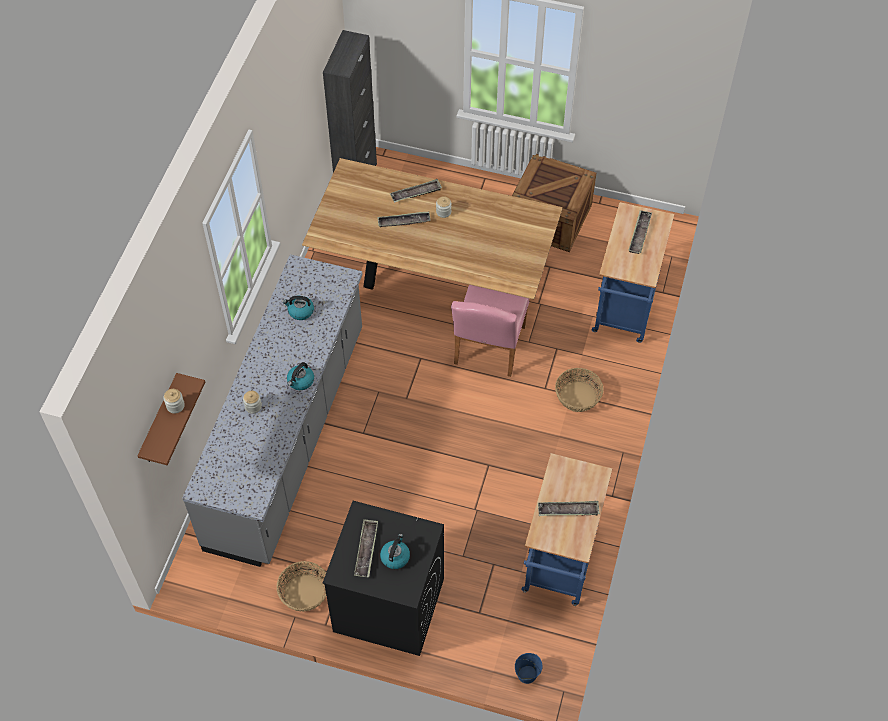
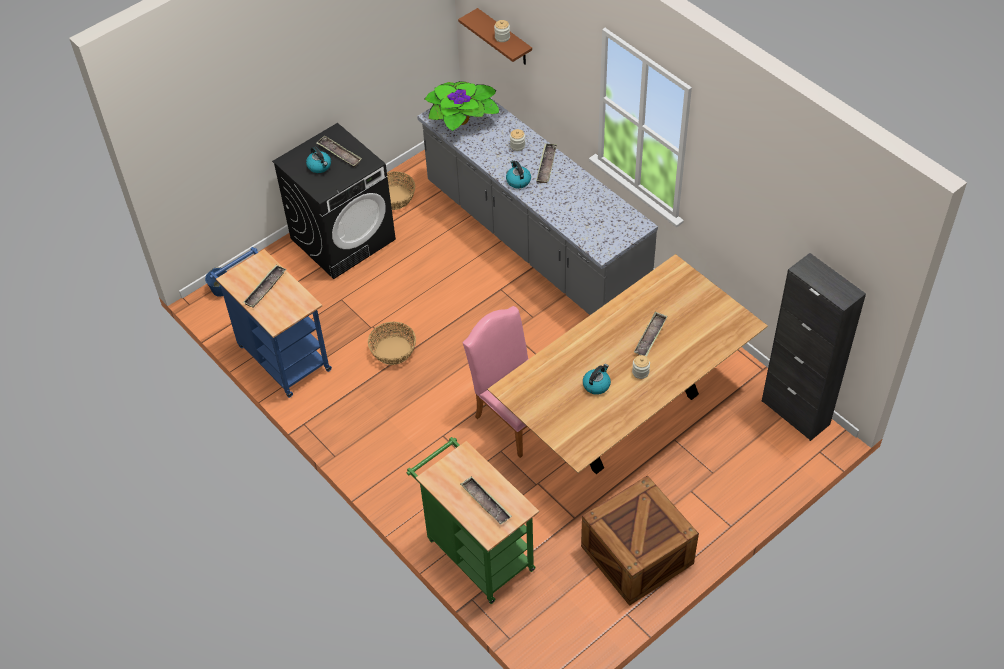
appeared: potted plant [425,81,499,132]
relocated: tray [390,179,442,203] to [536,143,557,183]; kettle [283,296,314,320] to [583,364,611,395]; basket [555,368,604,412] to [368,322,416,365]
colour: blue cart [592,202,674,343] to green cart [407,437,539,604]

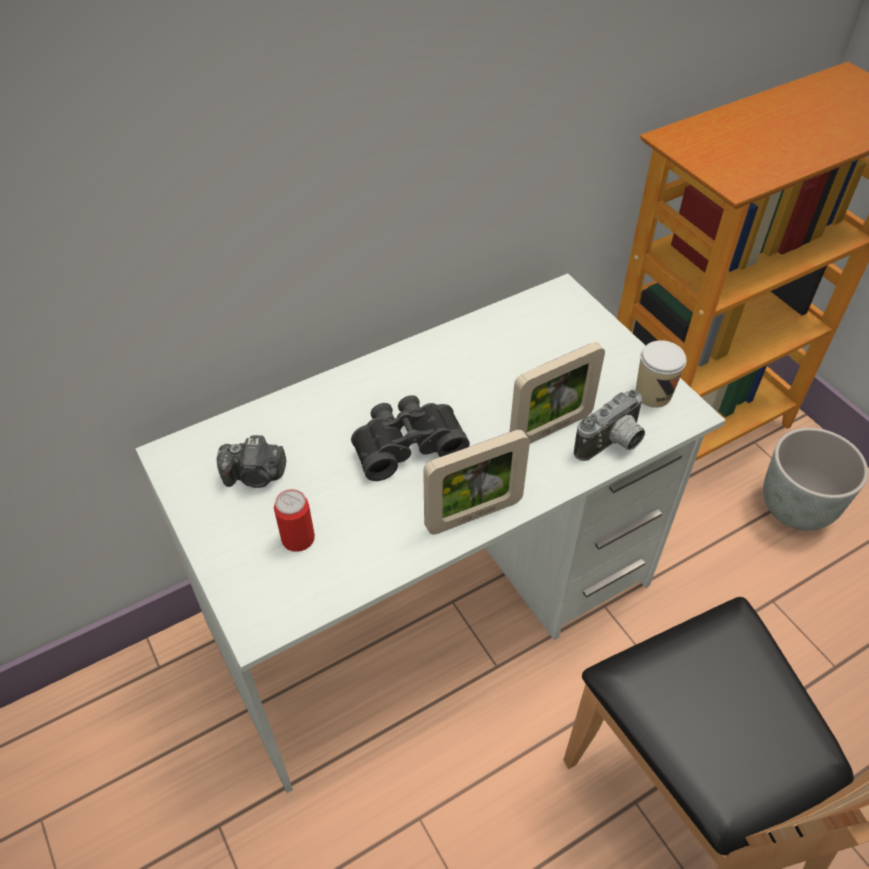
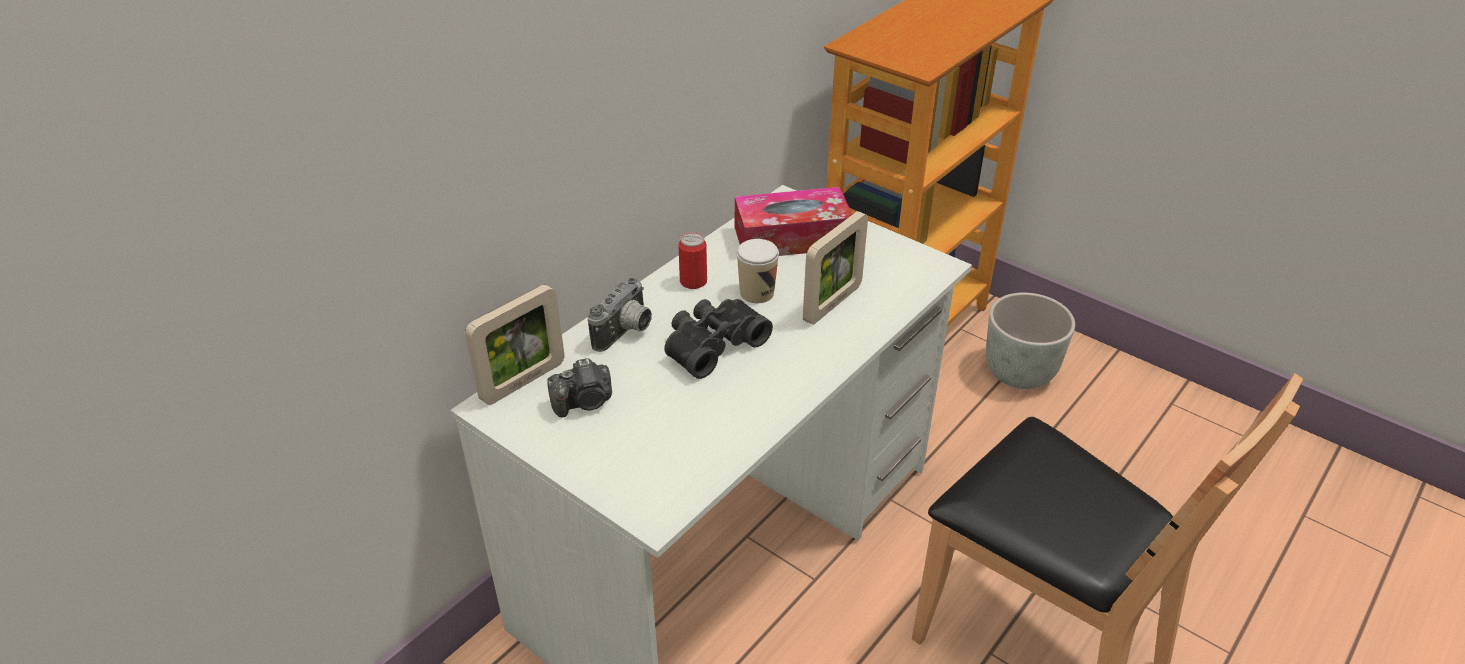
appeared: tissue box [735,187,852,256]
relocated: cup [636,340,687,408] to [737,239,779,303]; photo camera [574,390,645,461] to [588,278,652,352]; picture frame [423,429,530,535] to [465,285,564,405]; can [274,489,315,552] to [678,232,707,289]

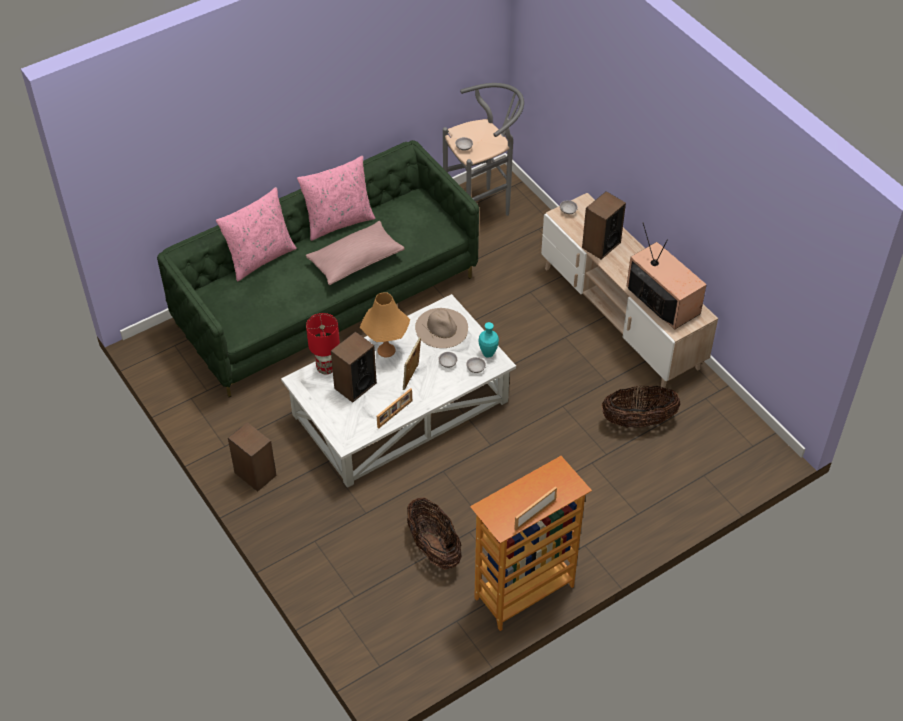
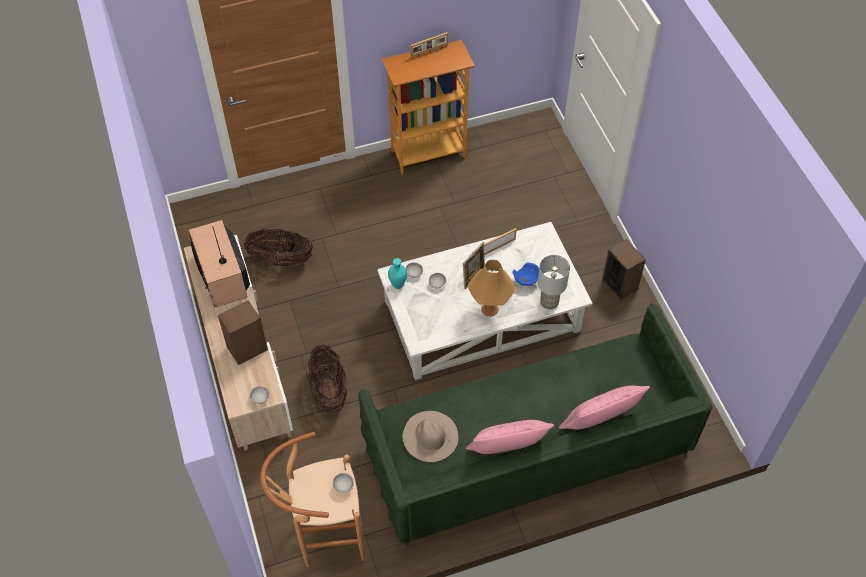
missing: pink pillow [306,221,405,285]
relocated: beige hat [415,308,468,348] to [403,411,458,462]; basket [407,498,462,570] to [308,345,347,413]
exchanged: speaker [331,331,377,403] to blue bowl [512,263,539,286]
colour: grey stool [443,83,524,216] to brown stool [260,432,365,567]; red table lamp [306,313,340,375] to grey table lamp [537,255,570,309]

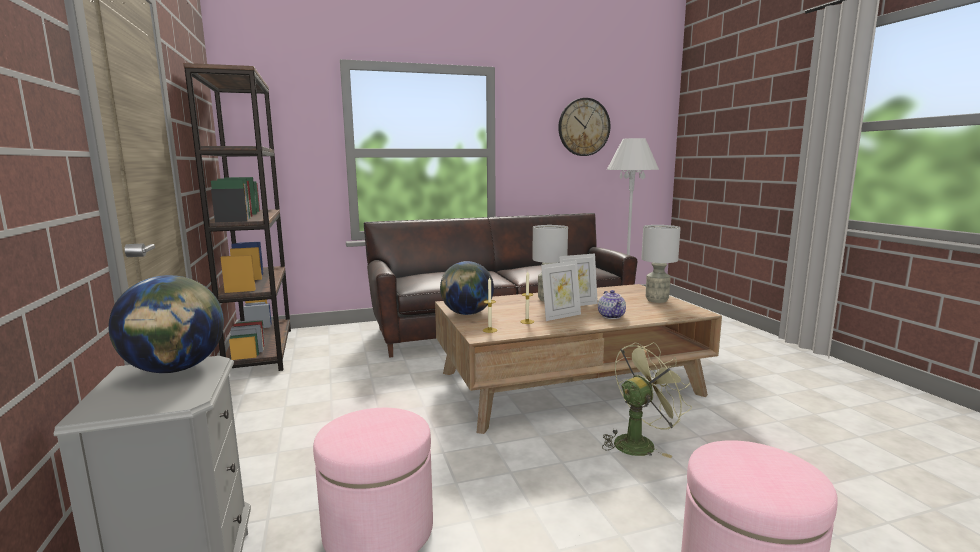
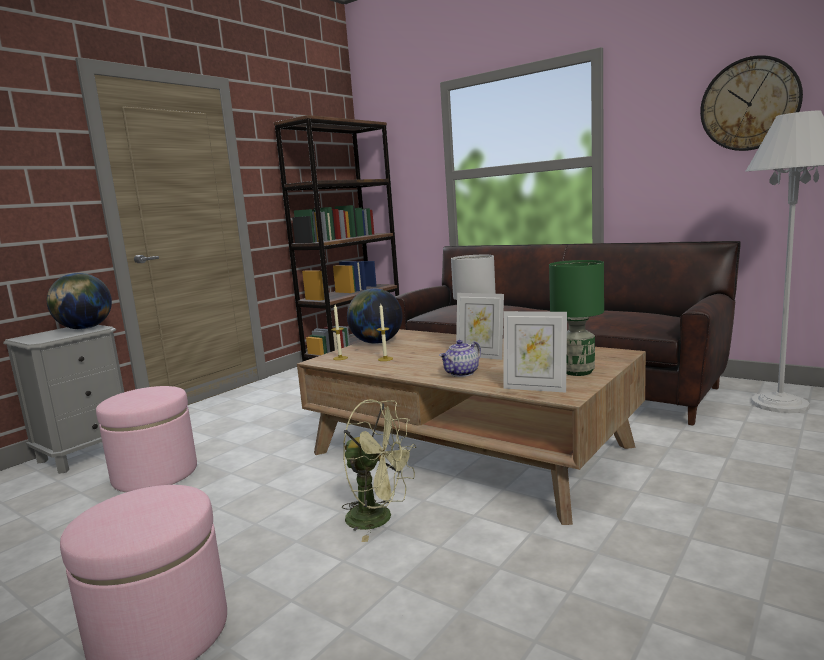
relocated: picture frame [541,260,581,321] to [503,311,567,393]
colour: grey table lamp [641,225,681,303] to green table lamp [549,260,604,376]

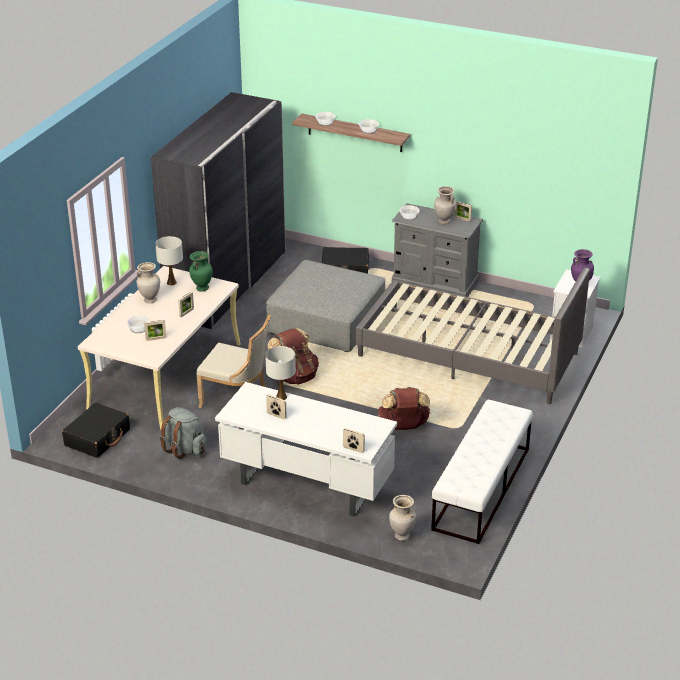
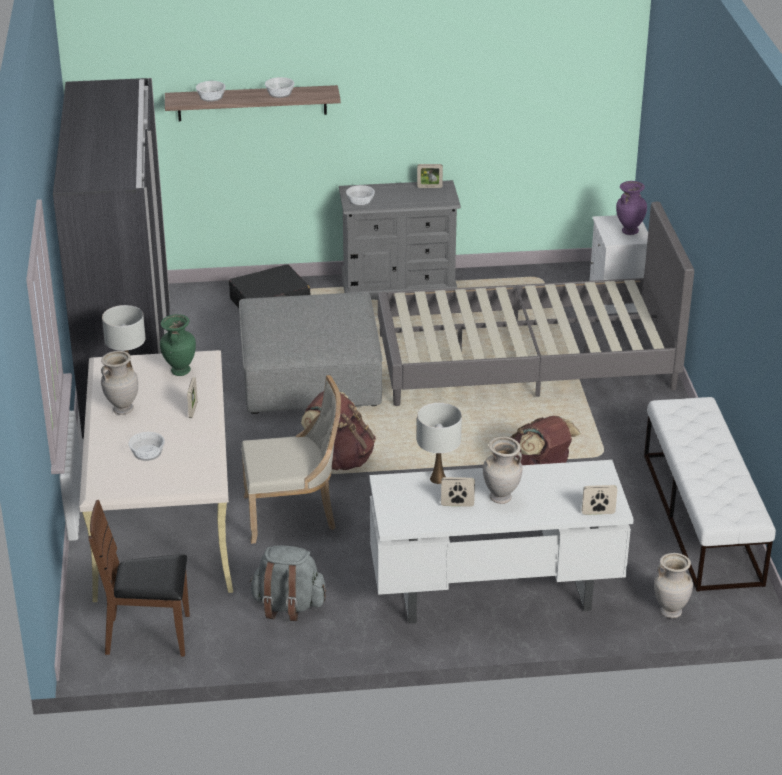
missing: picture frame [144,320,166,341]
relocated: beige vase [434,186,456,224] to [483,437,523,504]
exchanged: black suitcase [62,403,130,458] to brown chair [89,500,190,657]

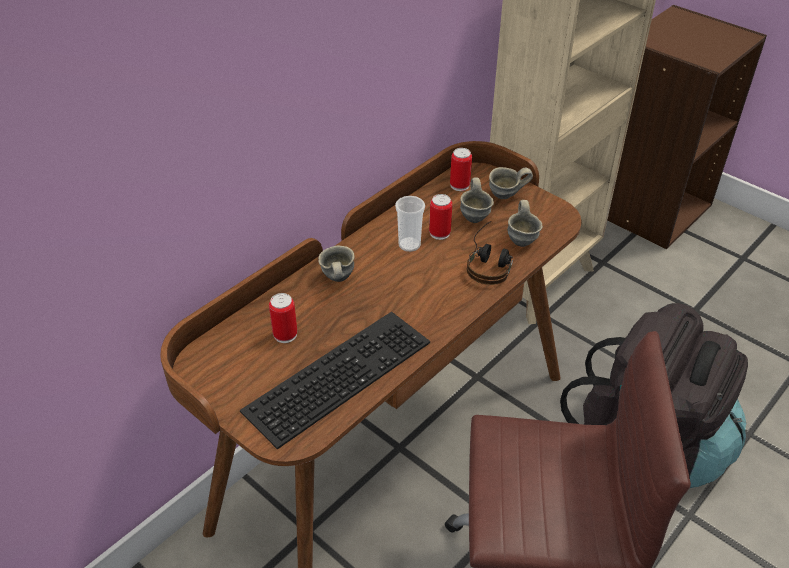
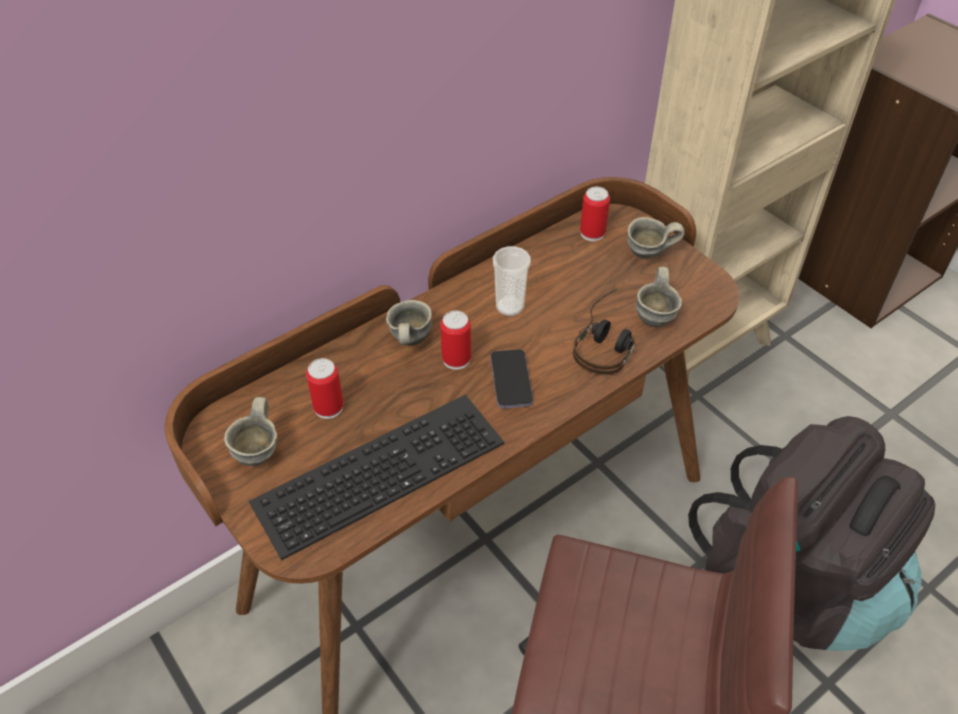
appeared: phone [490,349,533,408]
relocated: grey mug [460,178,494,223] to [224,397,277,466]; can [429,194,452,240] to [440,311,471,370]

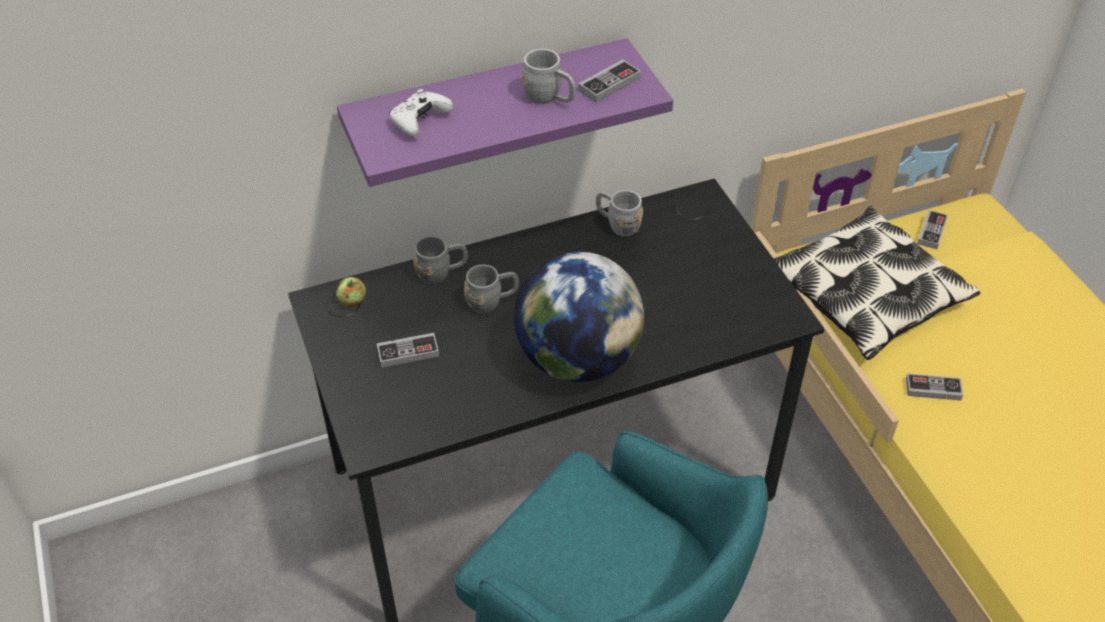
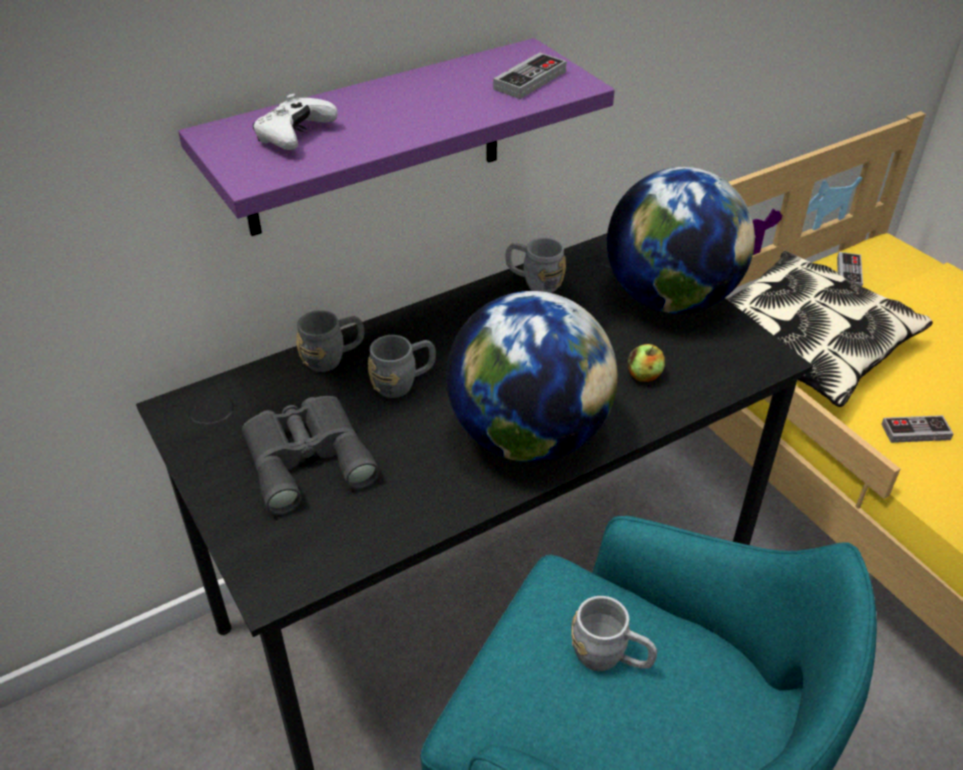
appeared: globe [607,167,755,314]
relocated: grey mug [522,49,576,104] to [571,596,657,671]; apple [336,277,366,307] to [628,344,665,382]
exchanged: game controller [377,333,439,368] to grey binoculars [242,396,380,515]

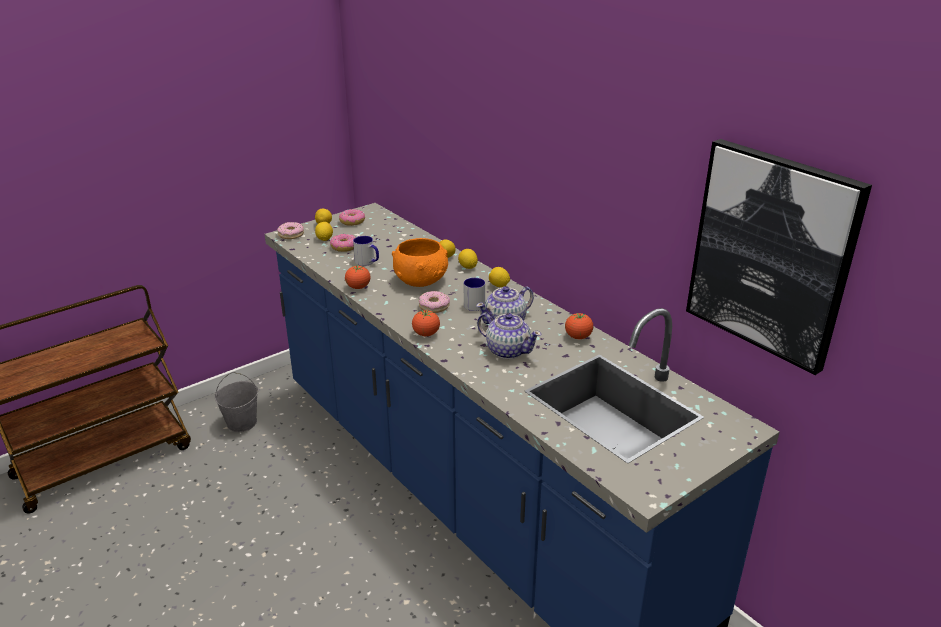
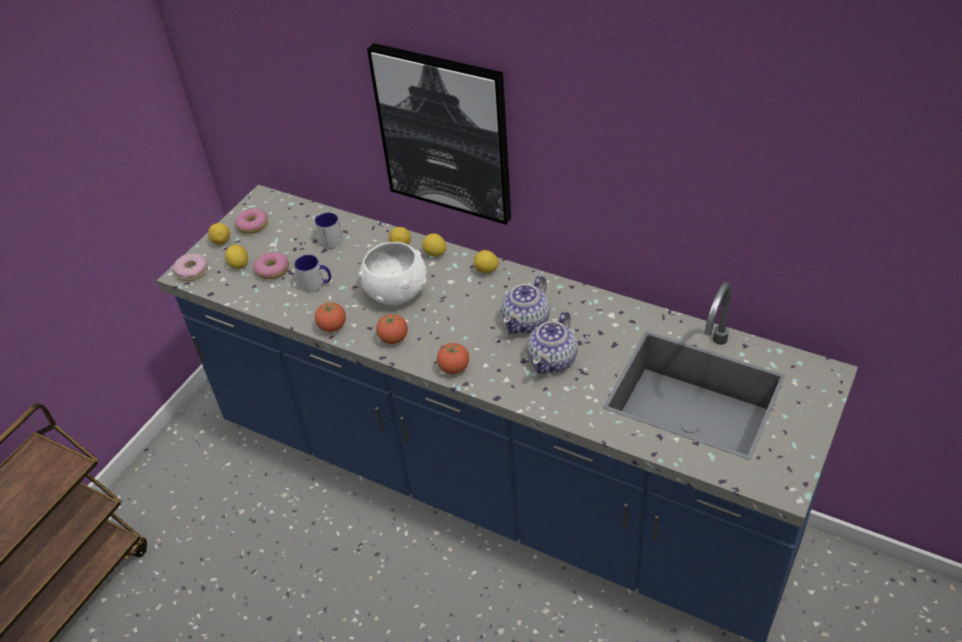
missing: donut [419,291,450,313]; grey bucket [215,372,258,432]
relocated: picture [686,139,872,375] to [367,43,511,225]; mug [464,278,485,311] to [315,212,343,249]; tomato [565,313,593,339] to [376,314,408,344]
colour: orange bowl [392,238,448,287] to white bowl [358,242,427,305]
spun: teapot [477,313,542,359] = [527,311,577,374] 105 degrees clockwise

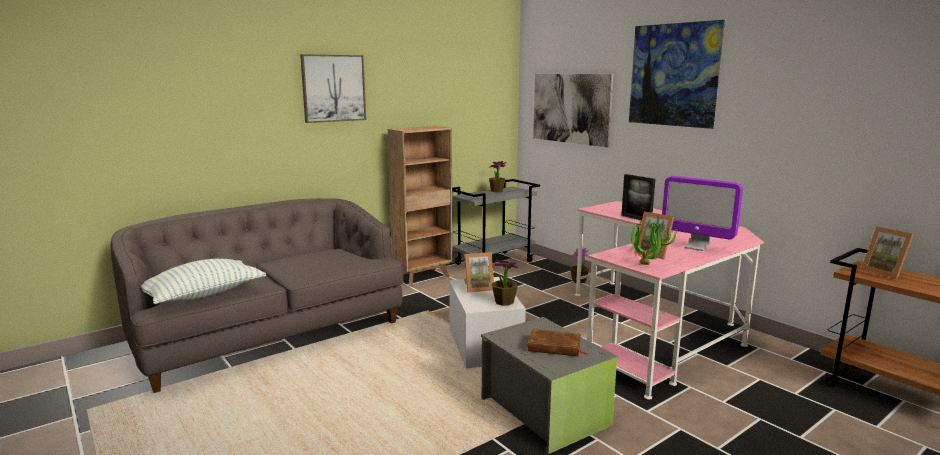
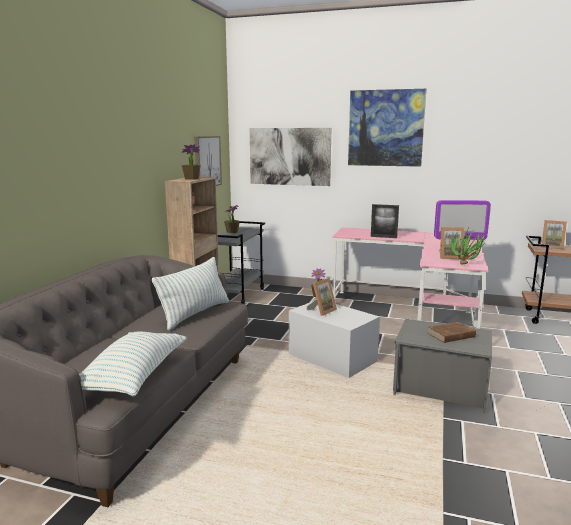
appeared: pillow [152,257,229,331]
relocated: picture [300,54,366,123] to [195,136,222,186]; potted plant [492,260,518,306] to [182,144,201,180]

